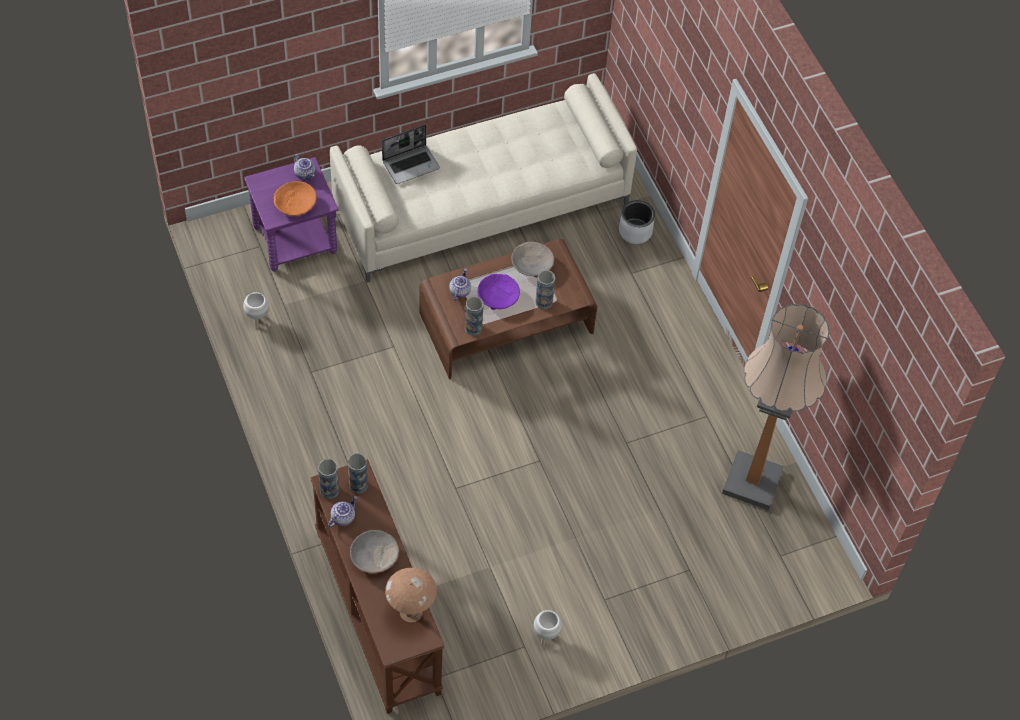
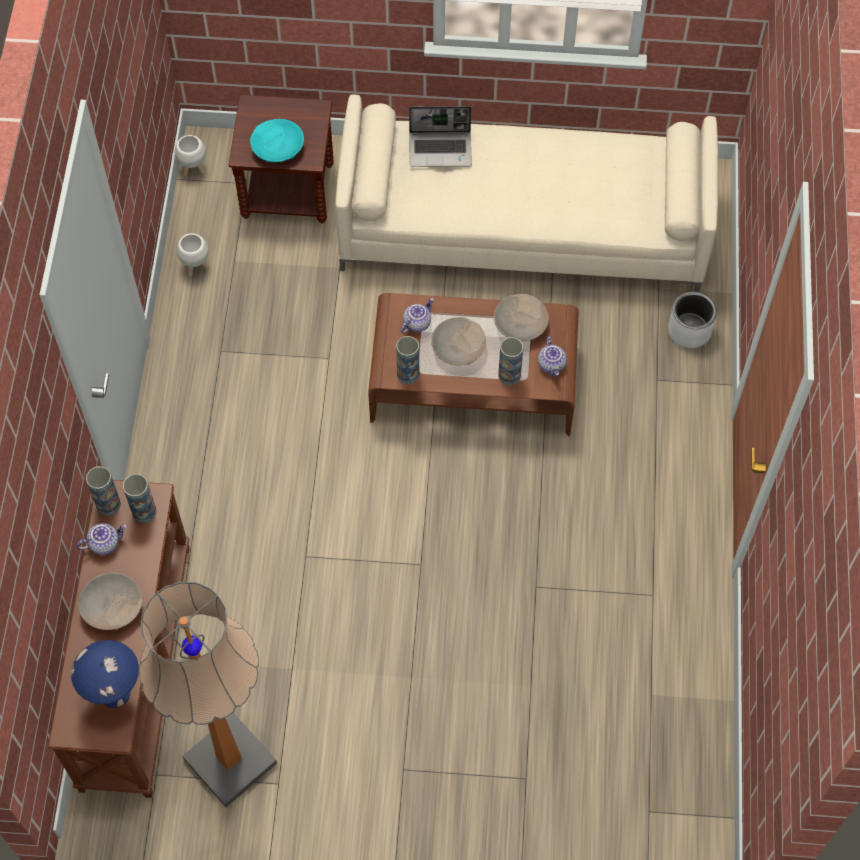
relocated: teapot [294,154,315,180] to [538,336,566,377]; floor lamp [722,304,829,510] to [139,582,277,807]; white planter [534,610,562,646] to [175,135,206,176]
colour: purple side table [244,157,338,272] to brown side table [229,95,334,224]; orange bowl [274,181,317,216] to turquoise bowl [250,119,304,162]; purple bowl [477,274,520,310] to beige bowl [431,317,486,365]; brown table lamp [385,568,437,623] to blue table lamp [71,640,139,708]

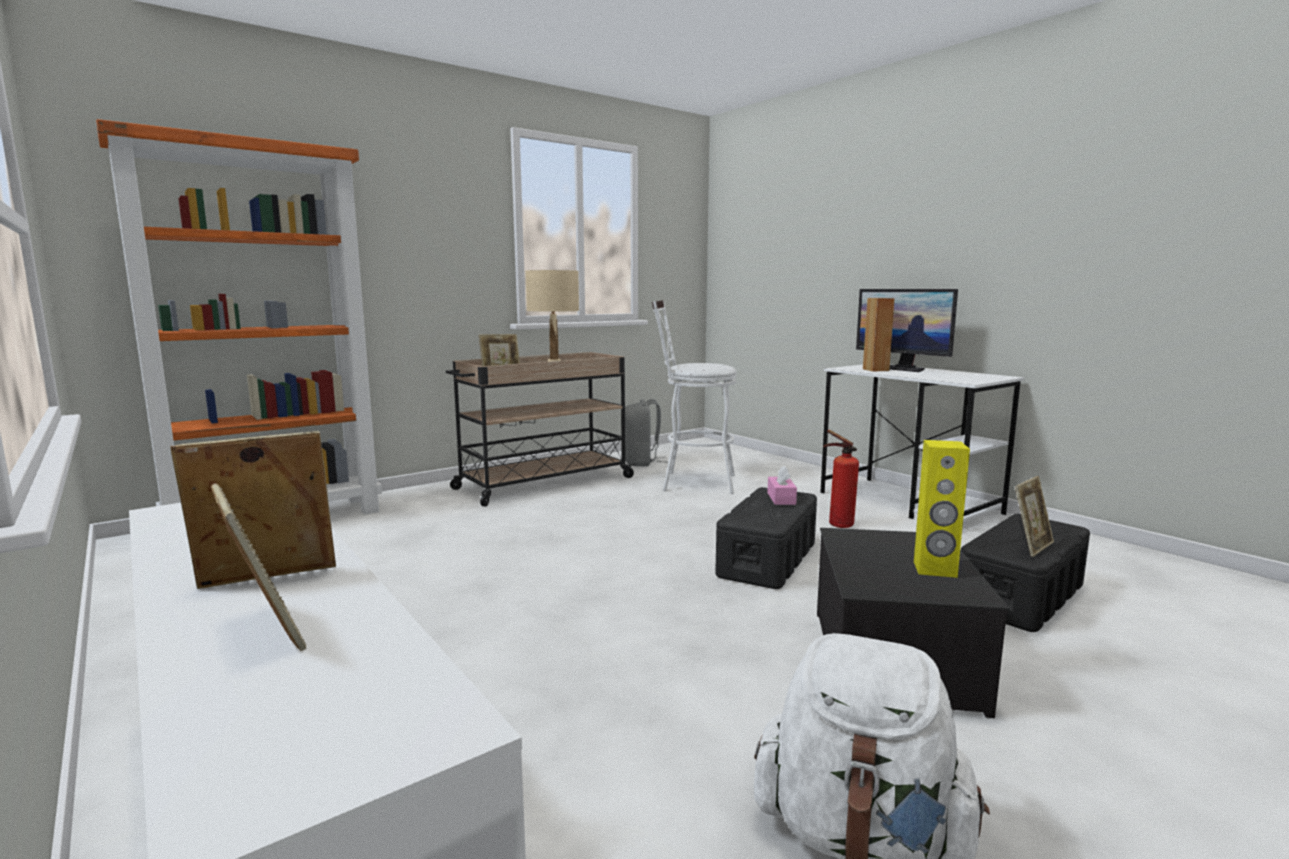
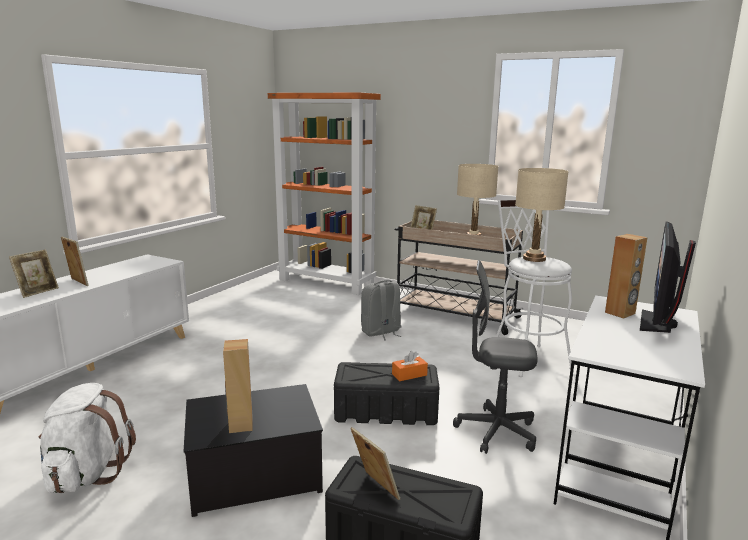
appeared: beige table lamp [515,168,569,262]
relocated: grey backpack [625,399,665,466] to [361,280,402,341]
exchanged: fire extinguisher [823,430,859,528] to grey office chair [453,260,538,454]
colour: yellow speaker [914,440,970,578] to brown speaker [223,339,253,433]; pink tissue box [767,466,797,505] to orange tissue box [392,351,428,381]
spun: picture frame [1015,476,1054,557] = [351,427,400,500] 150 degrees counterclockwise

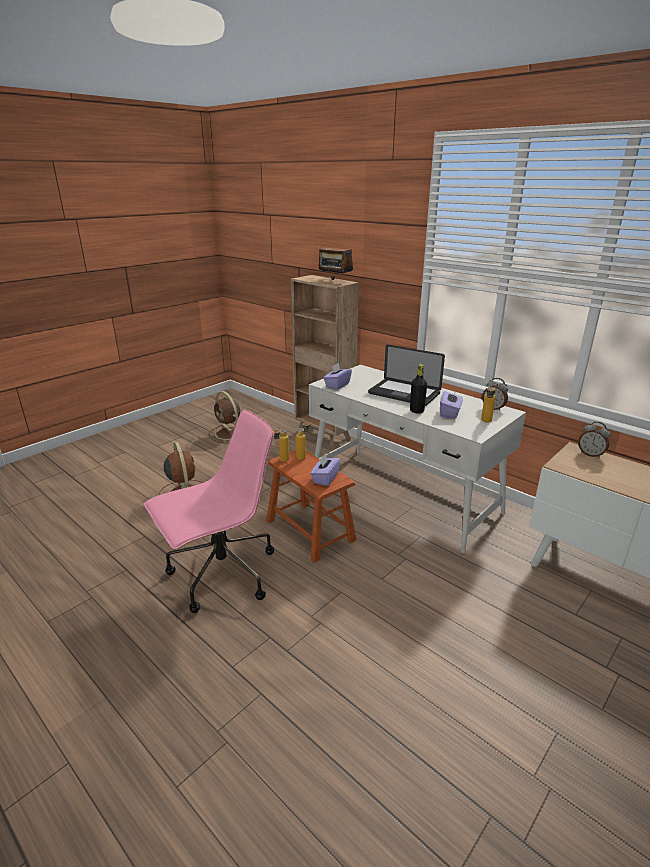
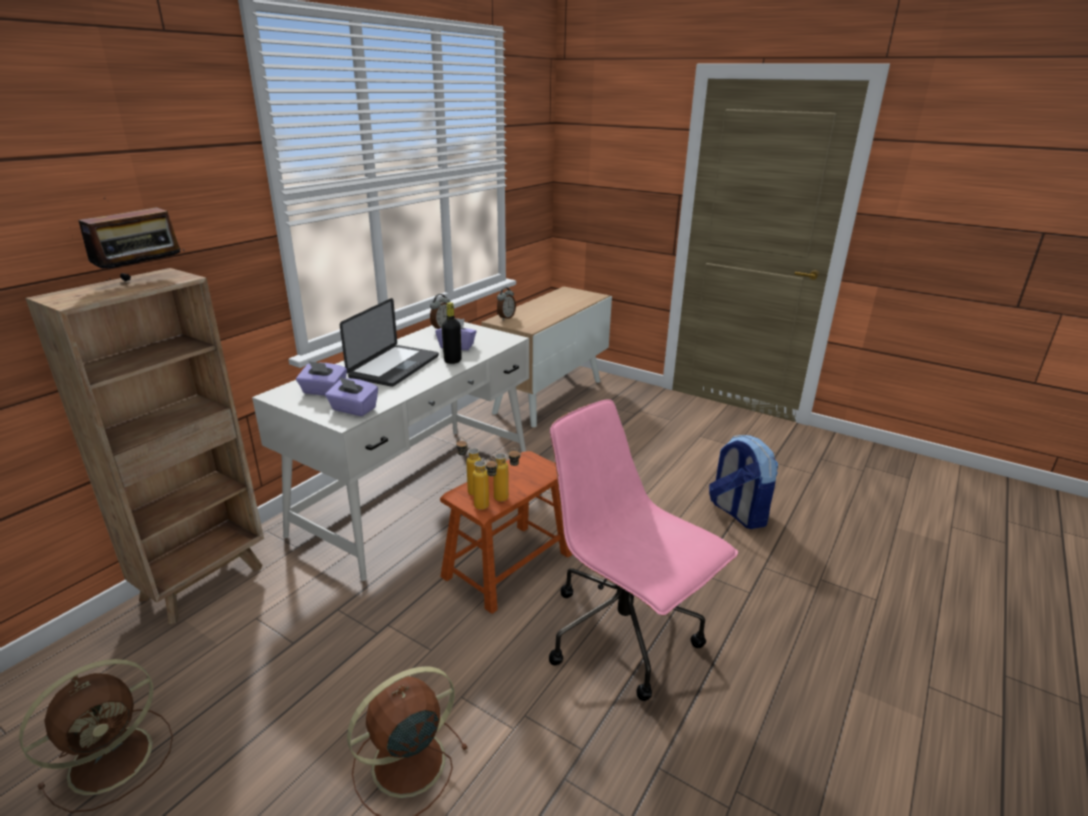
appeared: backpack [709,435,778,529]
relocated: bottle [481,385,496,423] to [493,448,521,502]; purple tissue box [310,453,340,486] to [296,361,347,396]

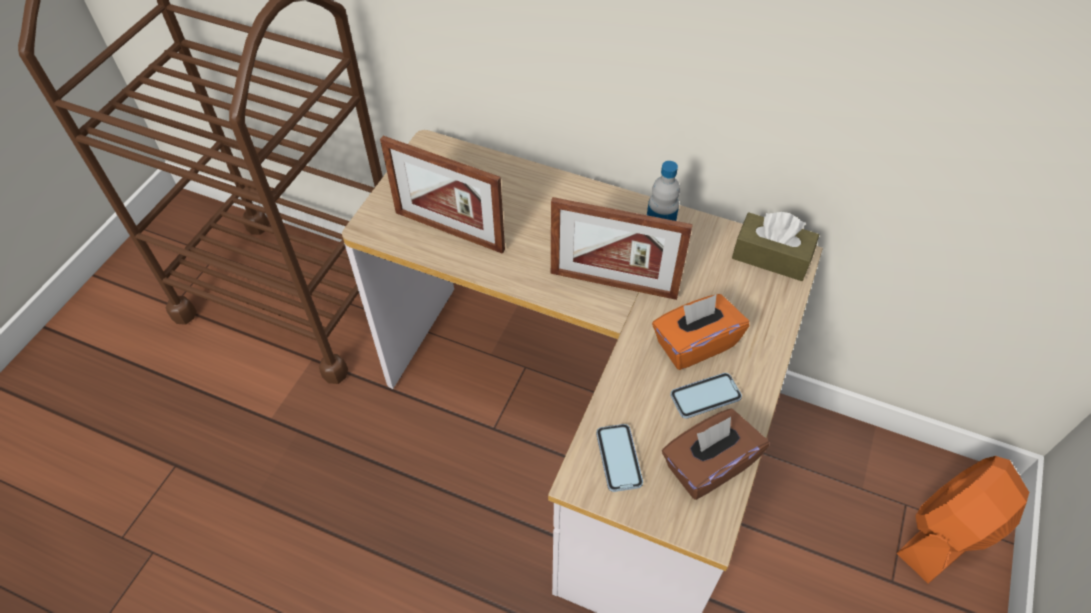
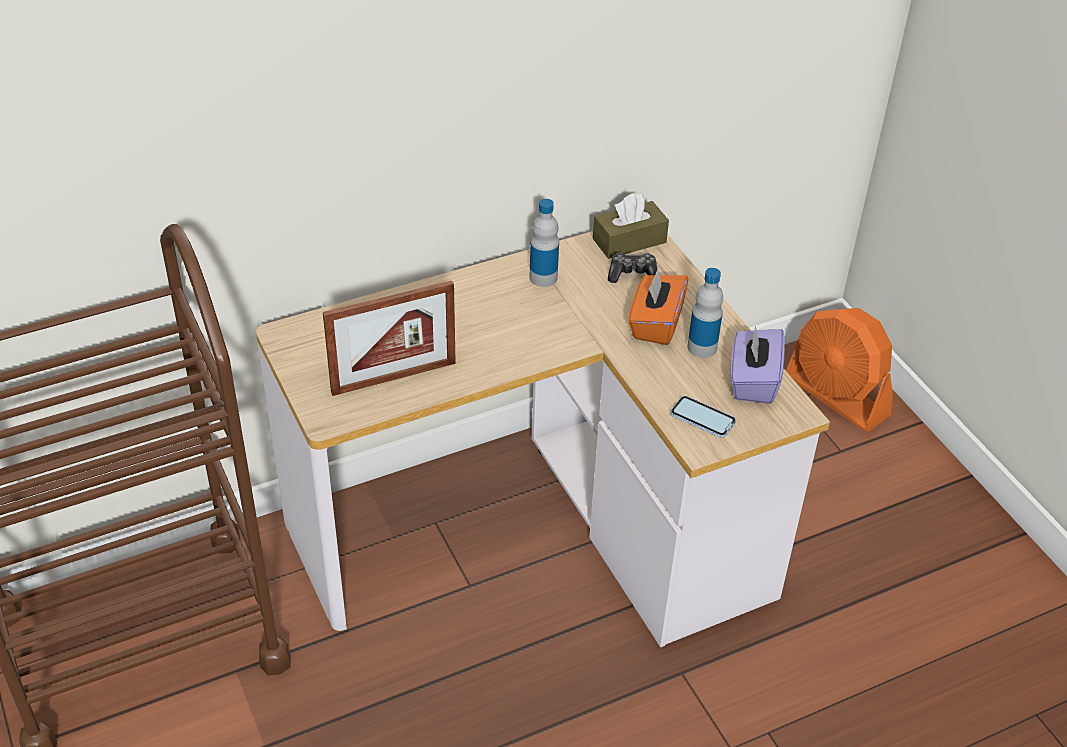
missing: picture frame [551,197,693,300]
appeared: game controller [608,253,658,283]
exchanged: phone [670,373,742,419] to bottle [687,268,723,358]
colour: brown tissue box [662,409,769,500] to purple tissue box [731,325,785,404]
spun: orange fan [896,456,1029,583] = [786,308,893,432] 45 degrees counterclockwise

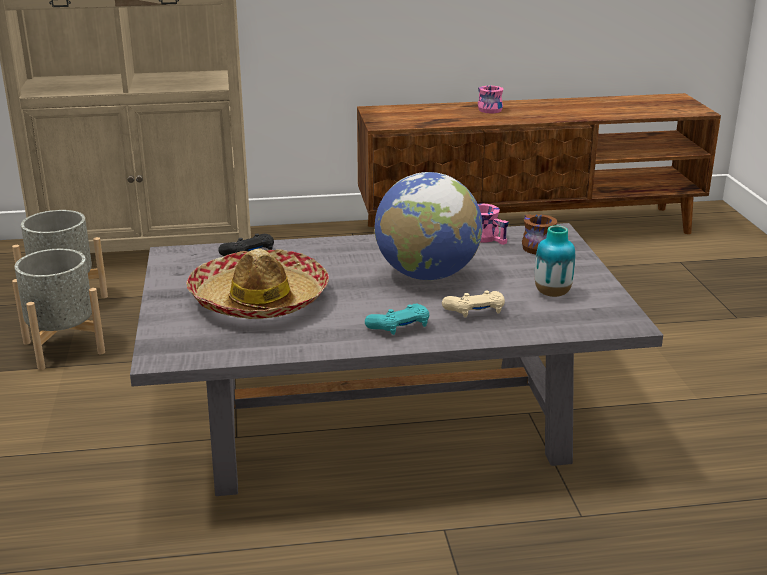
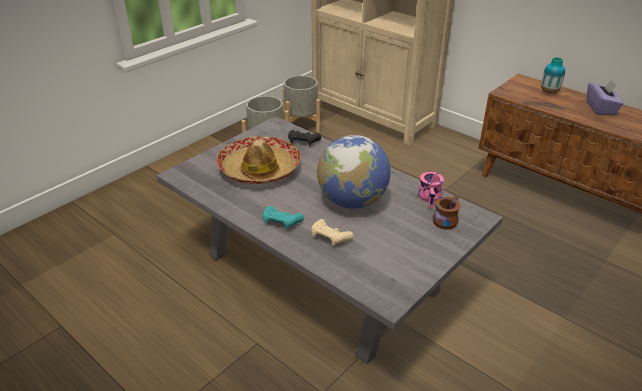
relocated: vase [535,225,575,297] to [541,57,565,94]
exchanged: pink mug [478,86,503,113] to purple tissue box [587,80,624,115]

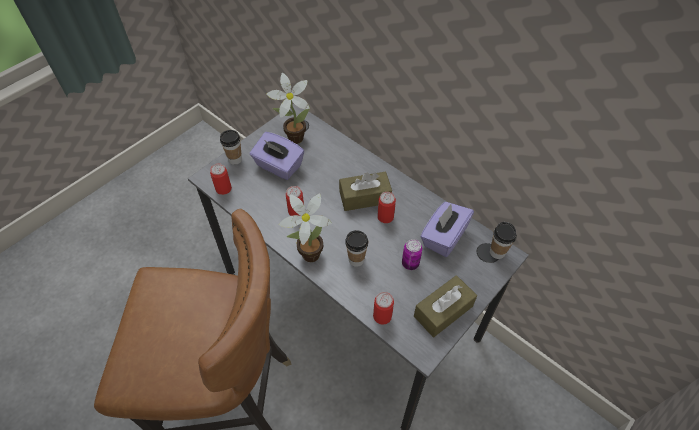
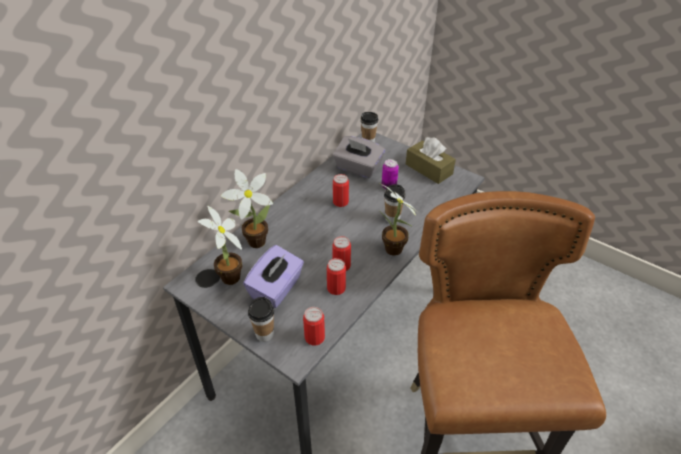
missing: brown tissue box [339,172,392,211]
appeared: potted plant [221,169,273,248]
relocated: can [373,292,394,325] to [327,258,346,295]
colour: purple tissue box [420,202,474,257] to grey tissue box [333,136,385,178]

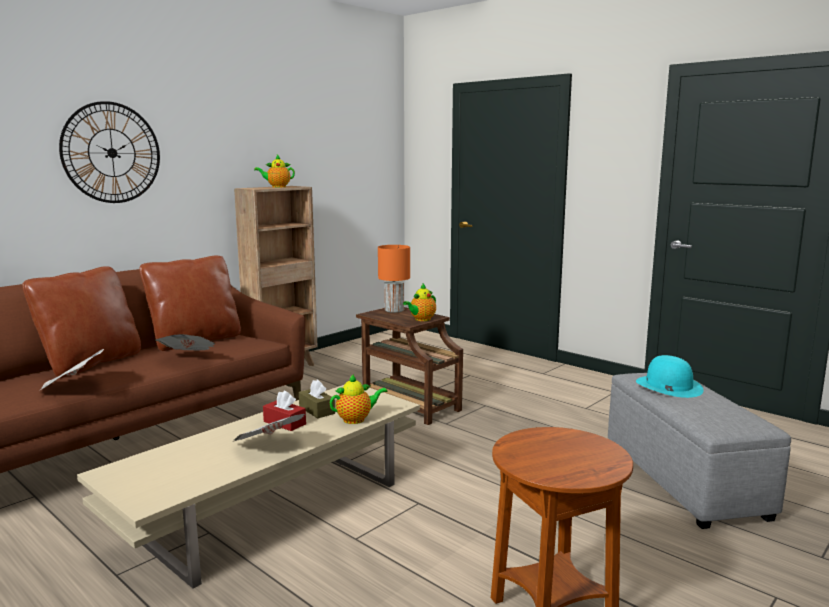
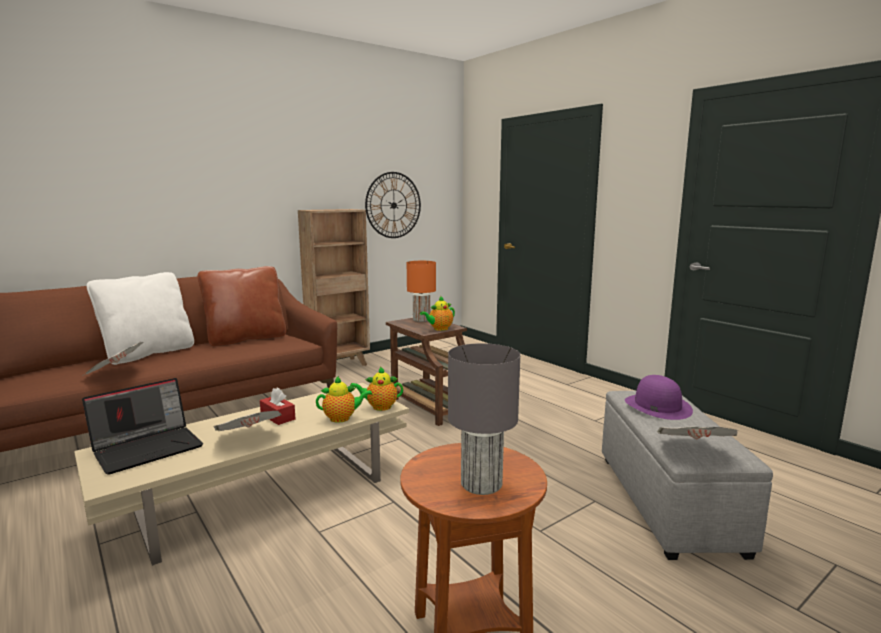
missing: brown tissue box [299,380,335,419]
appeared: grey table lamp [448,343,520,495]; laptop [82,378,203,475]
relocated: wall clock [59,101,160,203] to [365,172,421,238]; teapot [254,155,295,187] to [350,366,403,411]; newspaper [155,334,215,350] to [657,426,738,440]
colour: brown pillow [22,266,141,378] to white pillow [87,272,194,365]; turquoise hat [636,355,704,398] to purple hat [625,375,693,420]

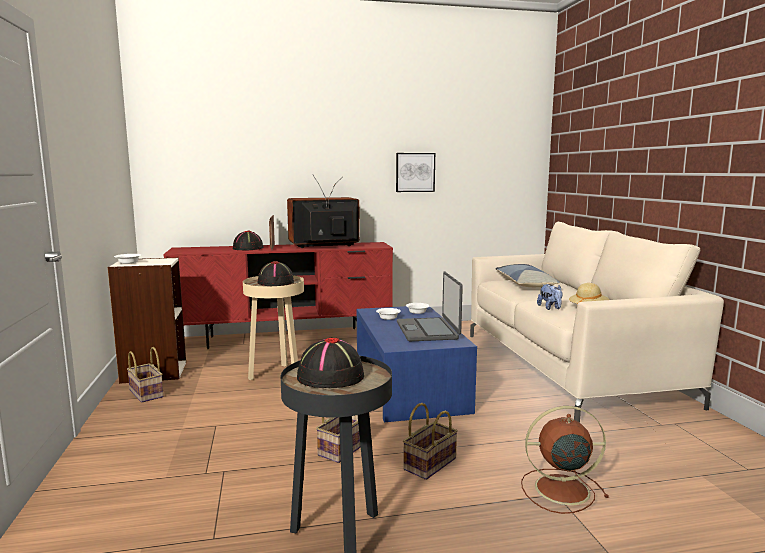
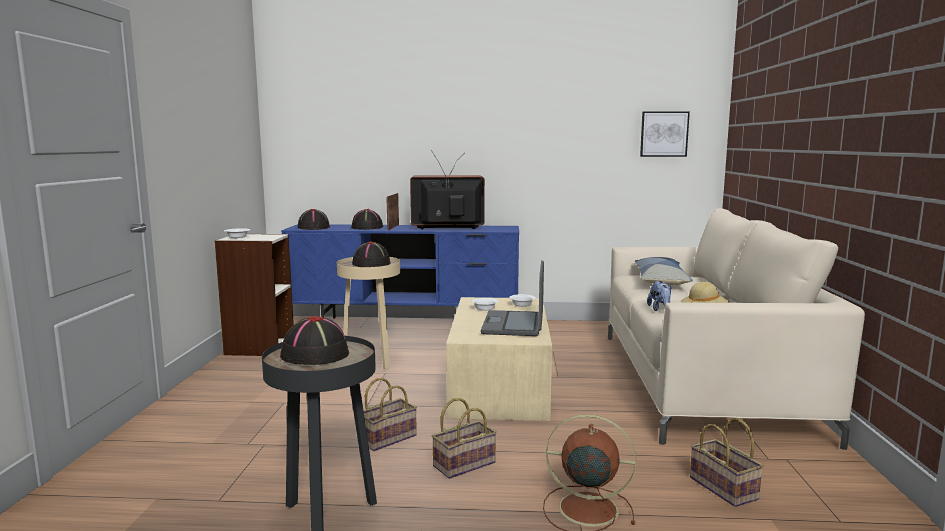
appeared: black hat [298,209,330,230]
relocated: picture [396,153,435,192] to [640,111,690,157]; basket [127,347,164,403] to [690,418,764,507]
colour: red tv stand [163,242,393,349] to blue tv stand [281,224,519,319]; blue coffee table [357,306,477,422] to beige coffee table [446,297,552,421]

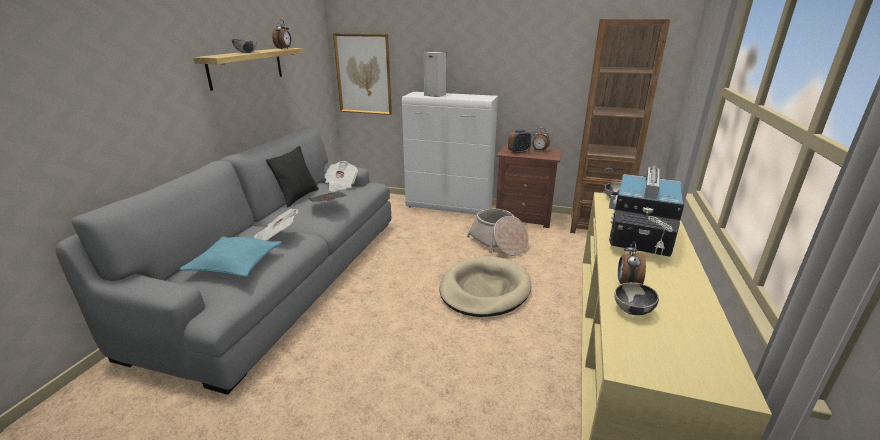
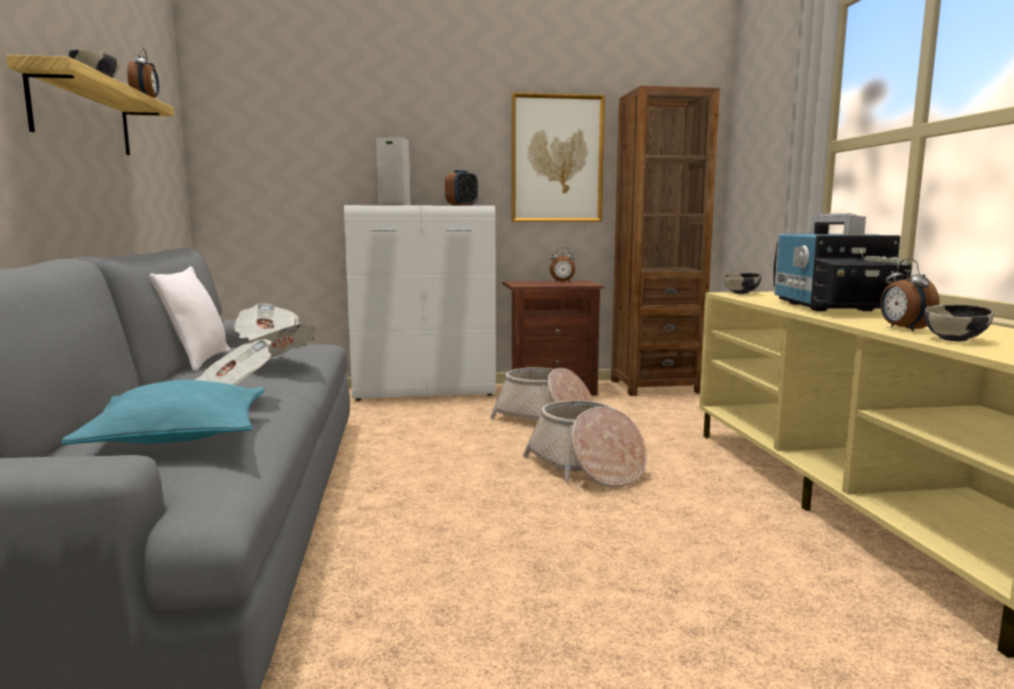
relocated: picture [333,33,392,115] to [512,93,605,222]; alarm clock [508,129,531,154] to [445,170,478,206]
exchanged: beige dog bed [439,256,531,317] to basket [523,400,647,487]
colour: black pillow [266,146,319,208] to white pillow [149,266,230,371]

